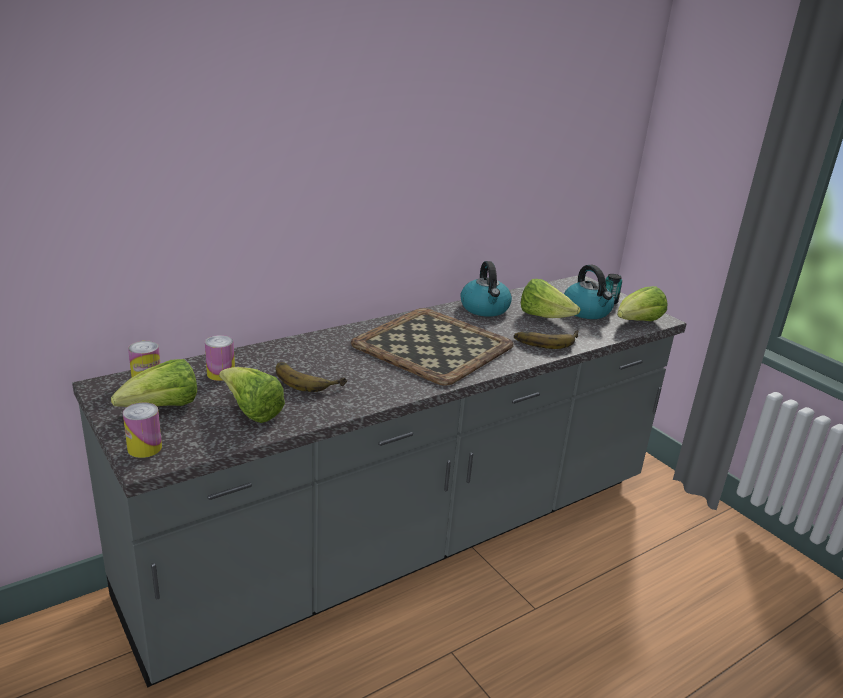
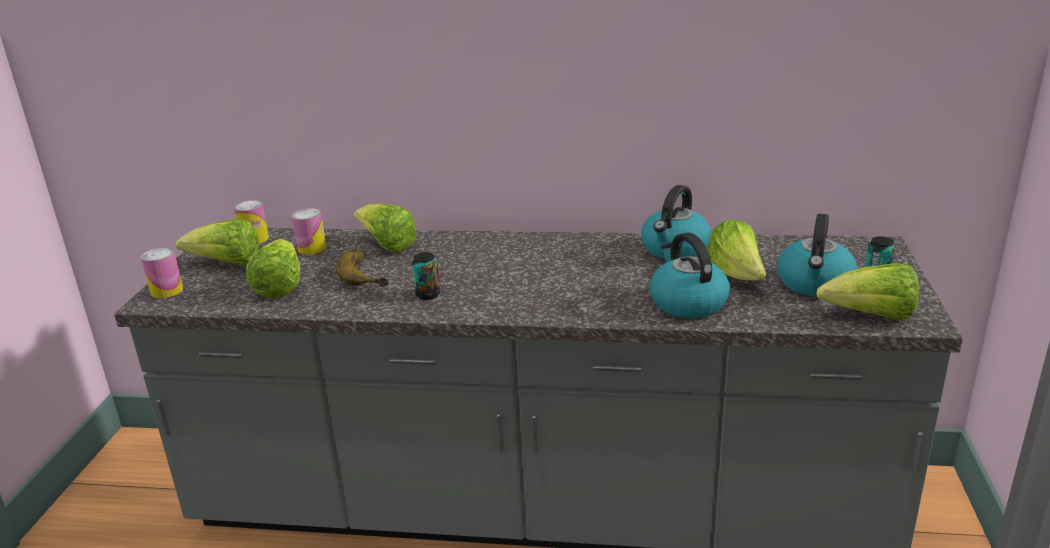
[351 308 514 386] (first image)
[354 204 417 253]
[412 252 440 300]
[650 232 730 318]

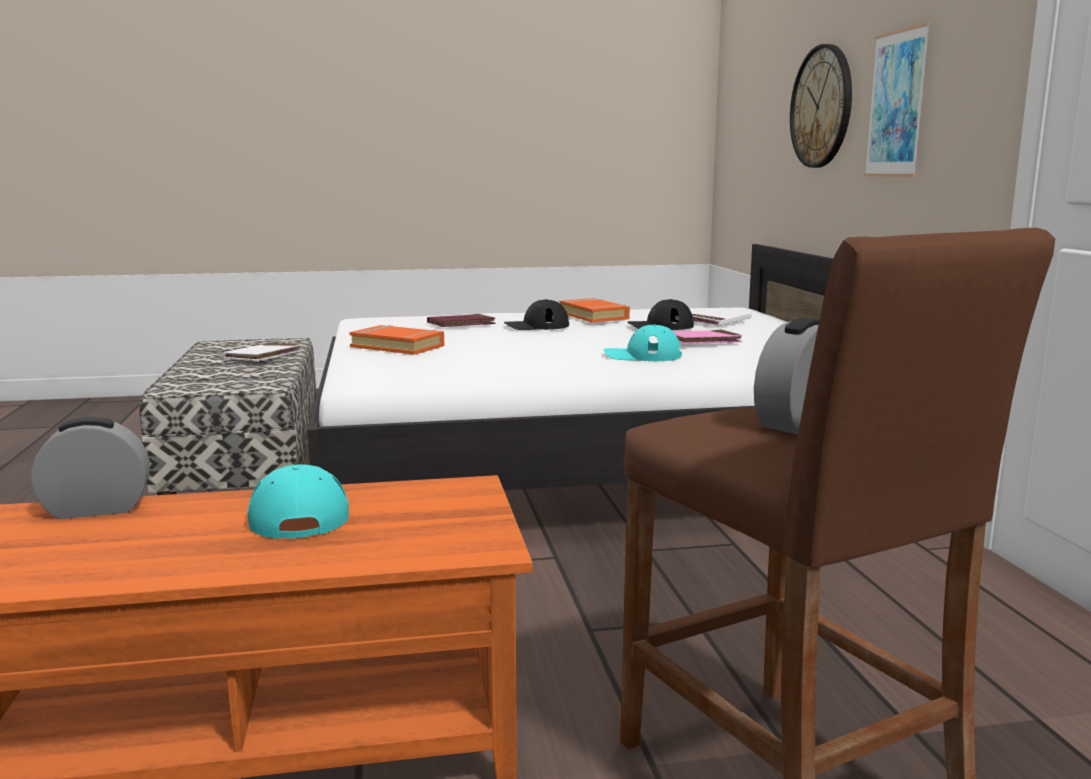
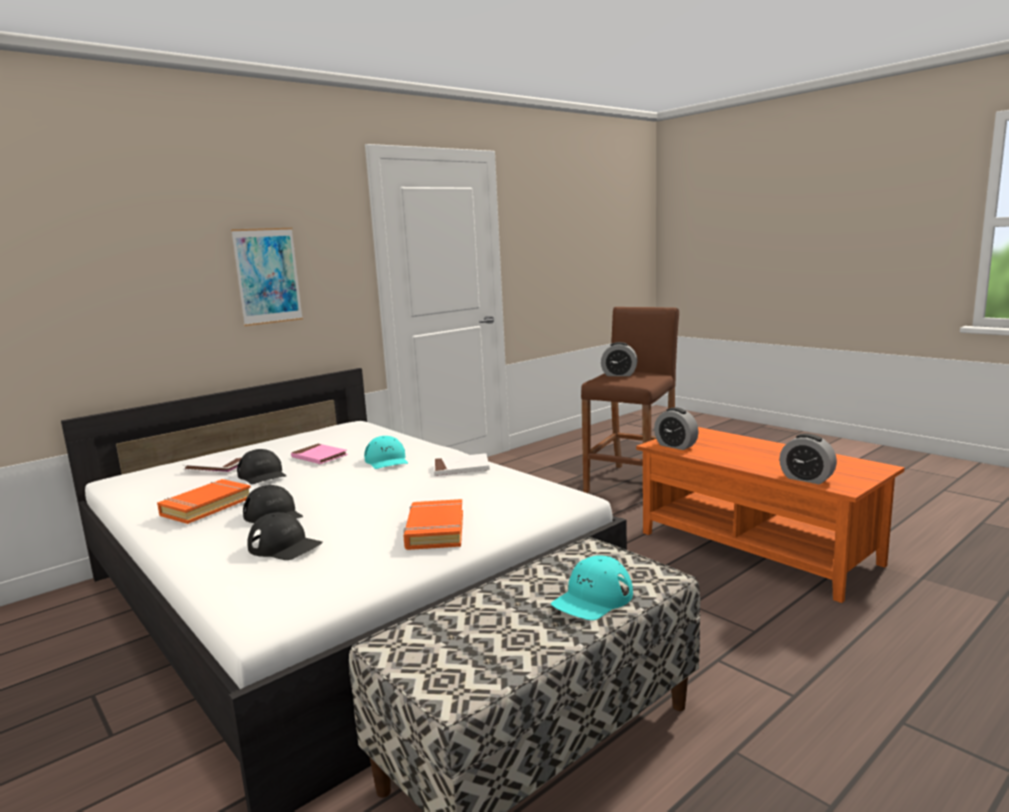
[790 44 852 168] (first image)
[654 407 699 450]
[434 453 490 476]
[551 556 633 620]
[247 512 323 560]

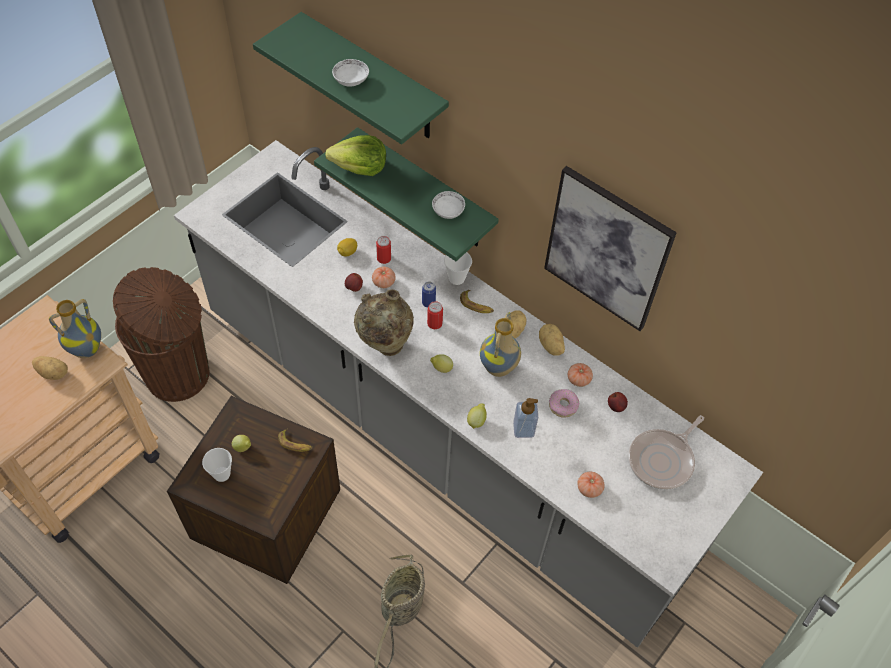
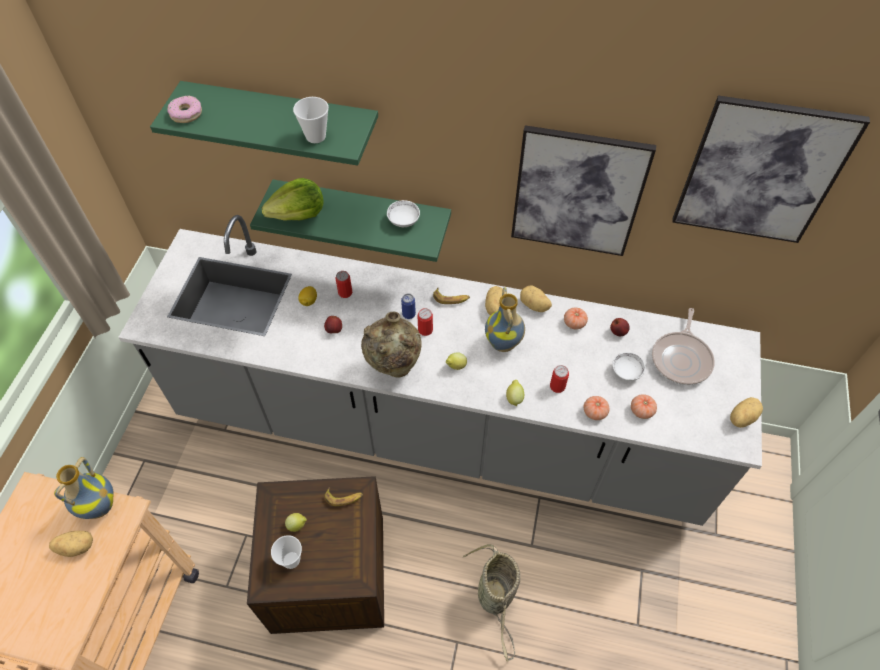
[113 267 209 402] (first image)
[672 95 870 243]
[730 397 763 428]
[612 352 646 381]
[584 396 610 420]
[293 97 329 143]
[167 96 202 123]
[550 365 569 393]

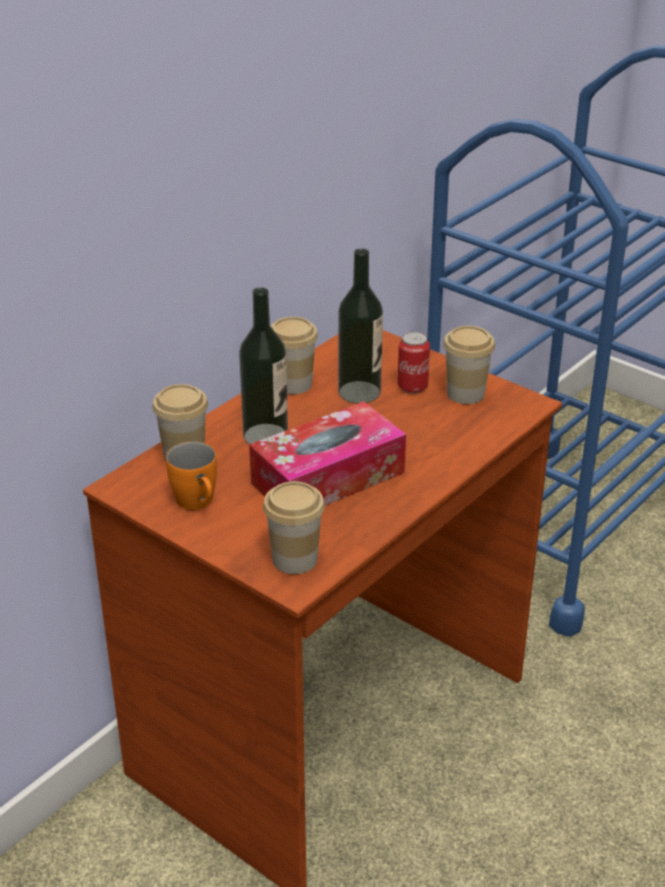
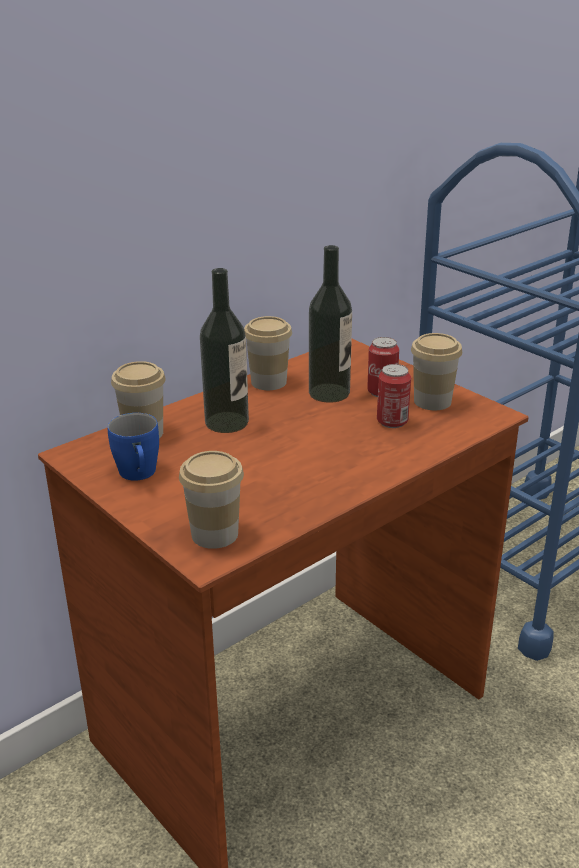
[249 401 406 506] (first image)
[377 364 411 428]
[108 413 159 481]

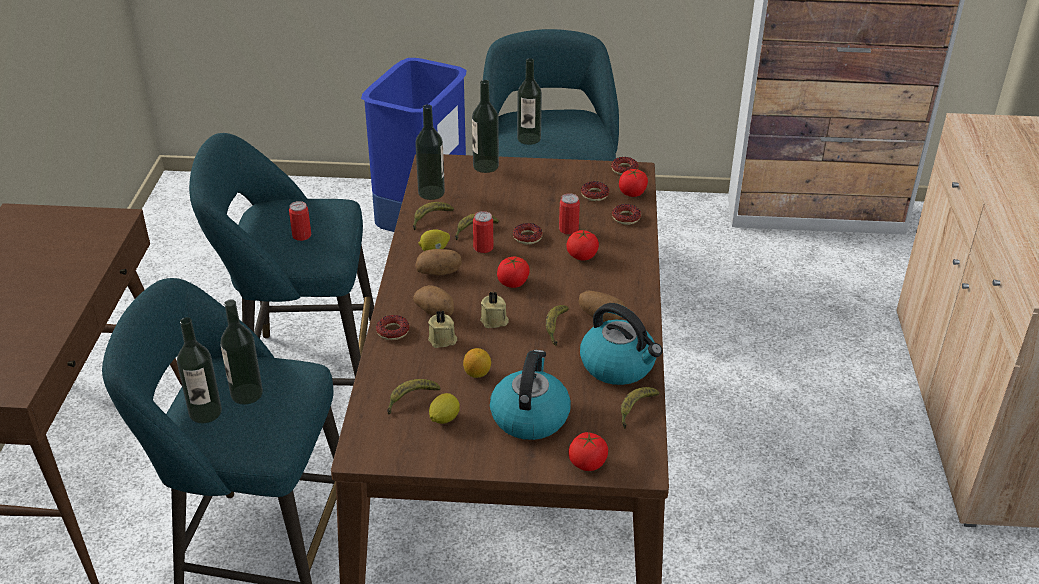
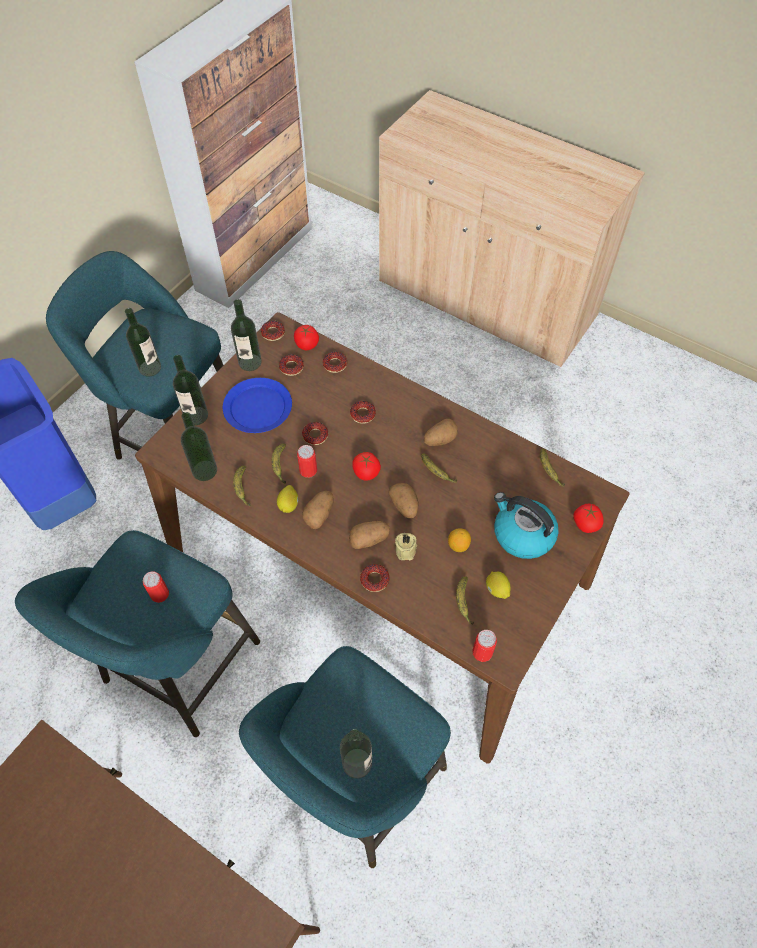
[580 303 663 385] (first image)
[223 378 292 433]
[231 299 262 371]
[472 630 497 662]
[388 483 419 518]
[350 401 376 424]

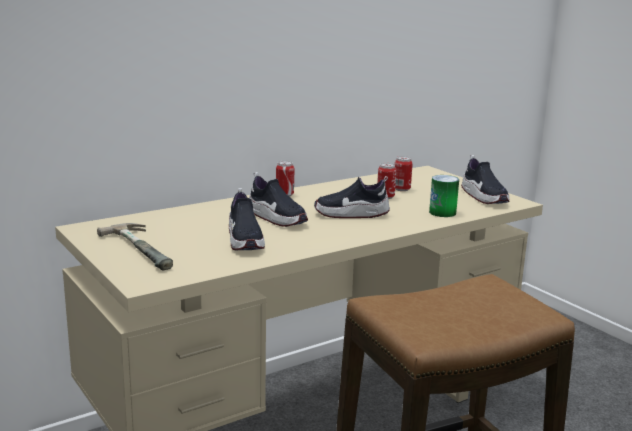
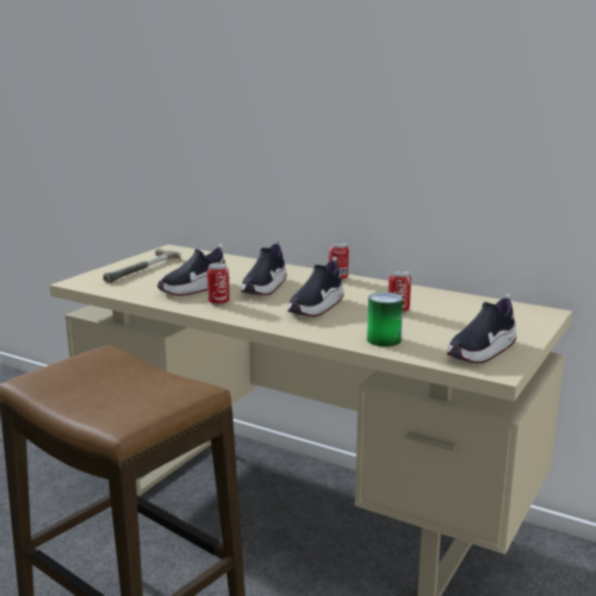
[207 262 230 305]
[288 257 344 317]

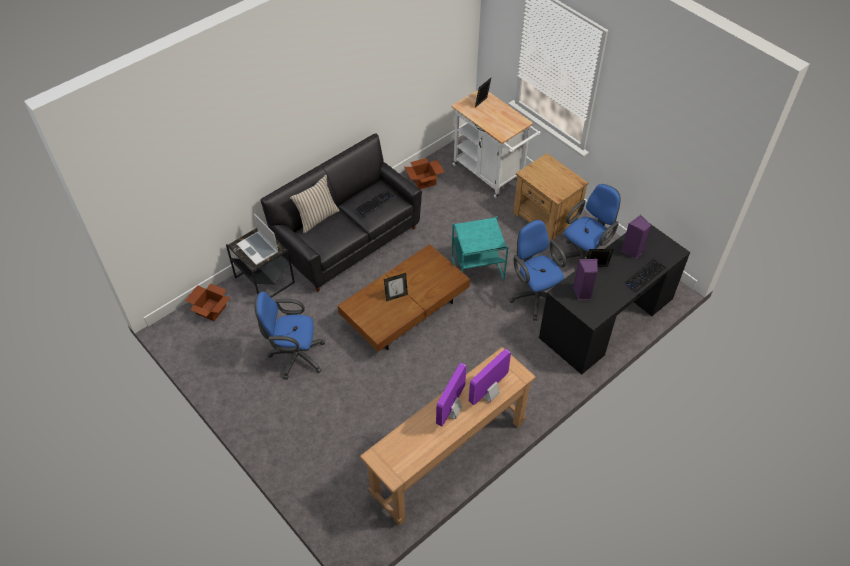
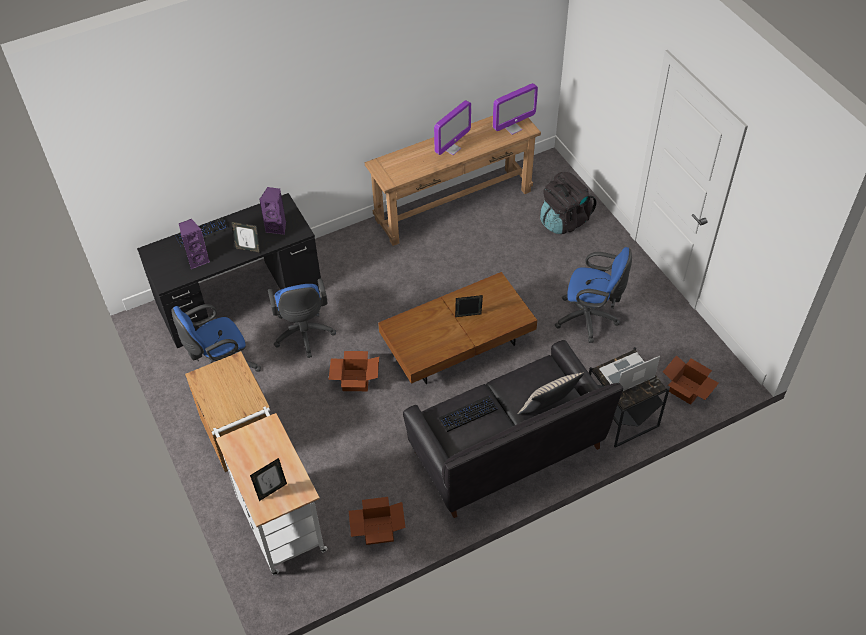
[540 172 597 234]
[493 83 538 135]
[329 351 379 391]
[599 352 660 391]

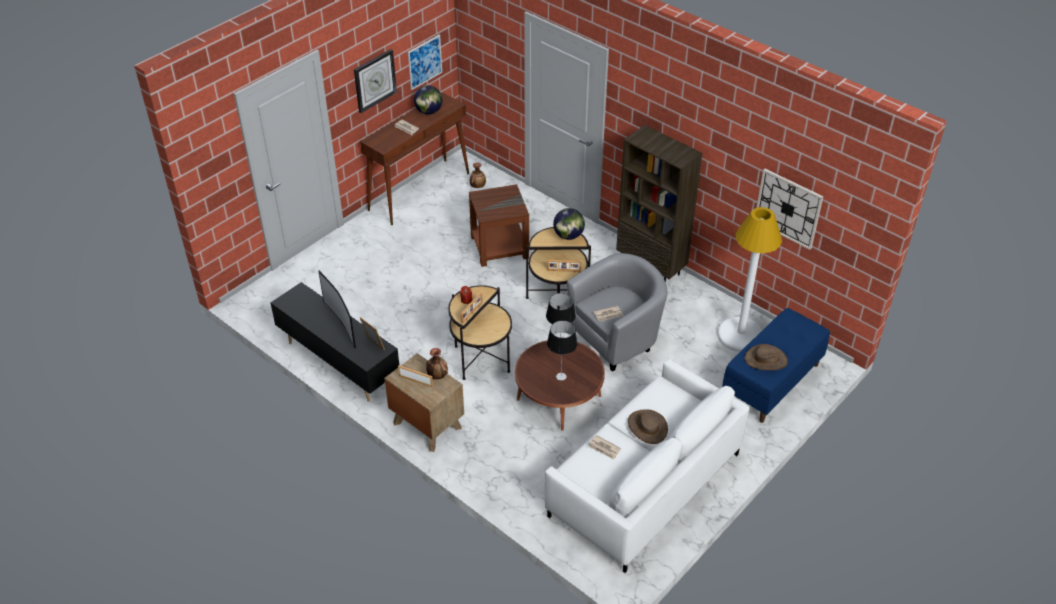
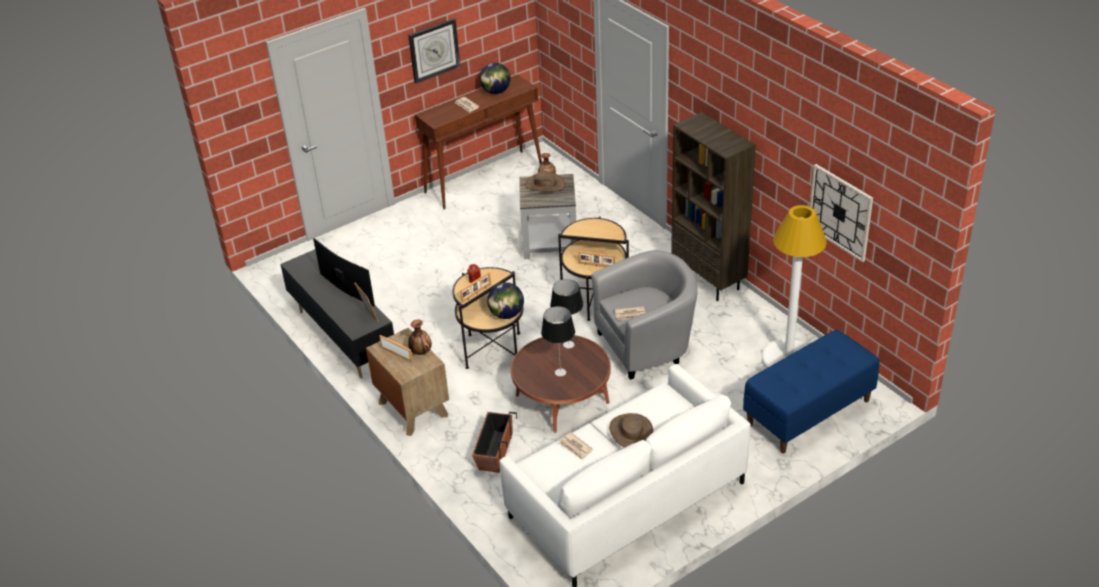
[408 34 442 90] (first image)
[472 412 517 473]
[487 282 524 319]
[525 171 566 192]
[519 174 576 259]
[313 238 375 306]

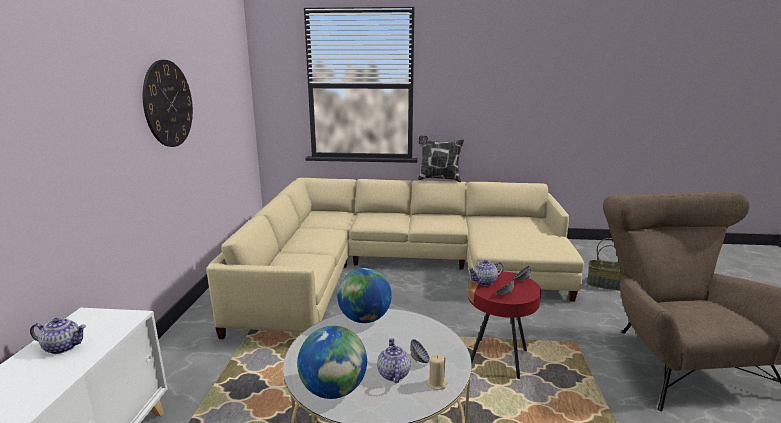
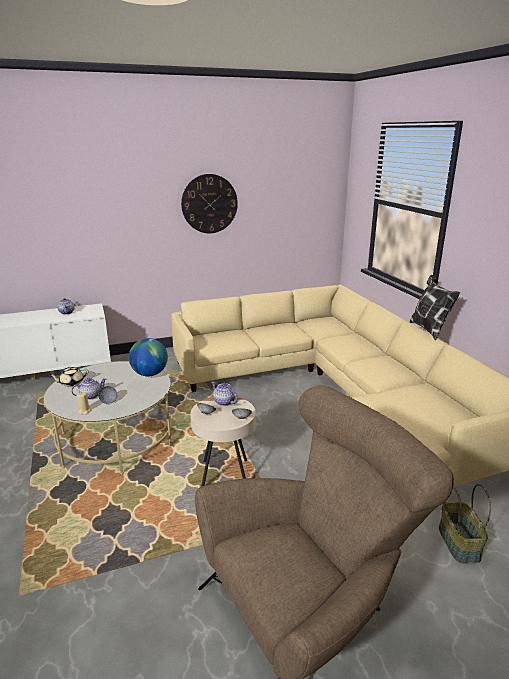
[50 367 89 387]
[190 397 256 487]

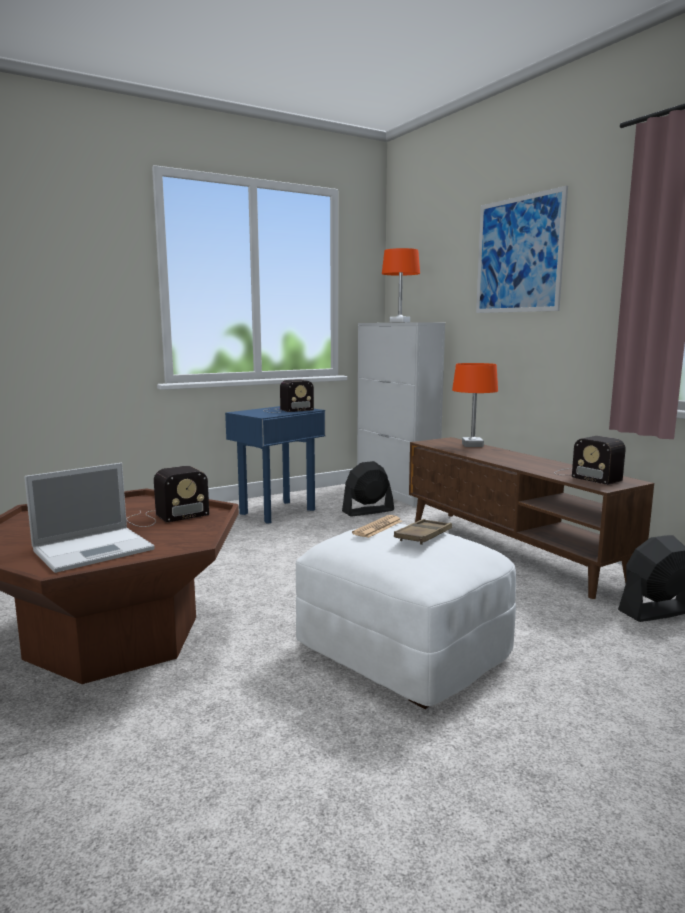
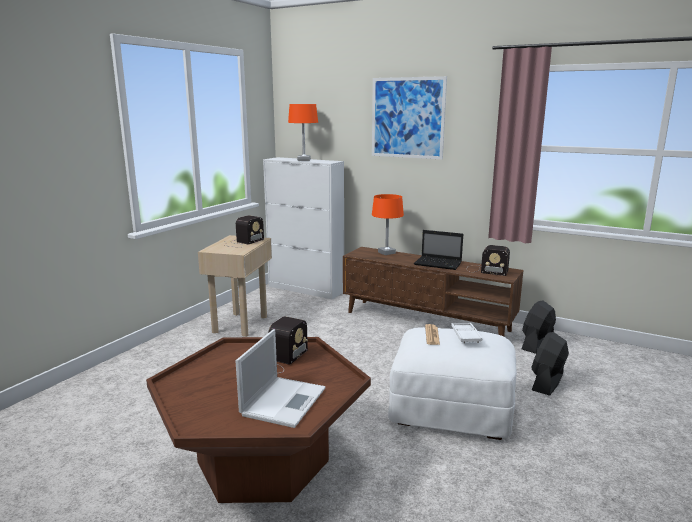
[414 230 463 270]
[531 332 569 396]
[198 235 272 337]
[451 323 482 343]

